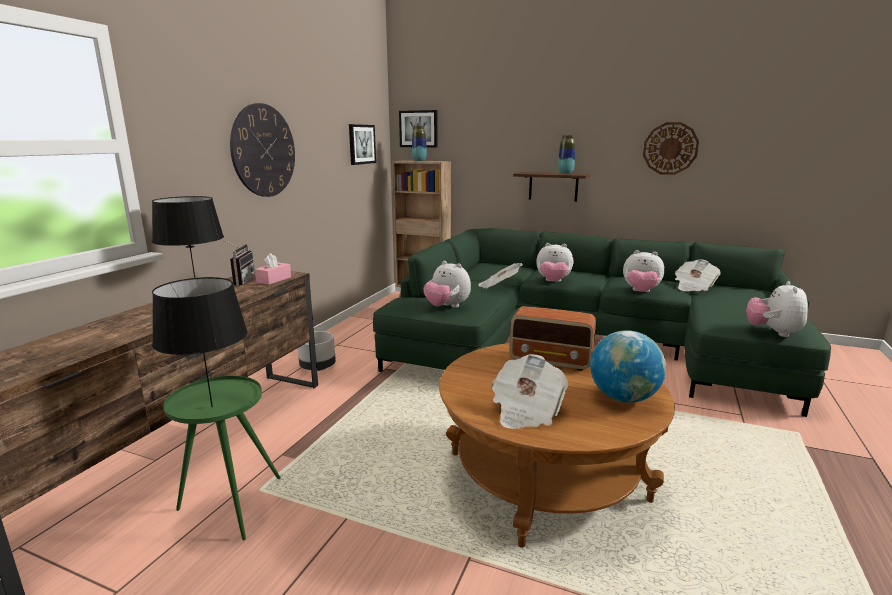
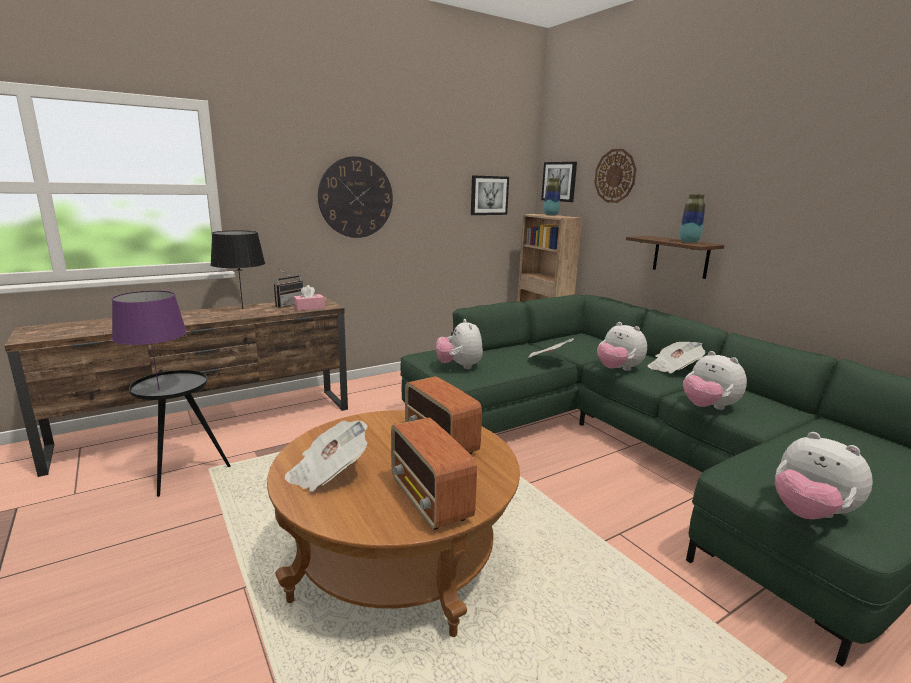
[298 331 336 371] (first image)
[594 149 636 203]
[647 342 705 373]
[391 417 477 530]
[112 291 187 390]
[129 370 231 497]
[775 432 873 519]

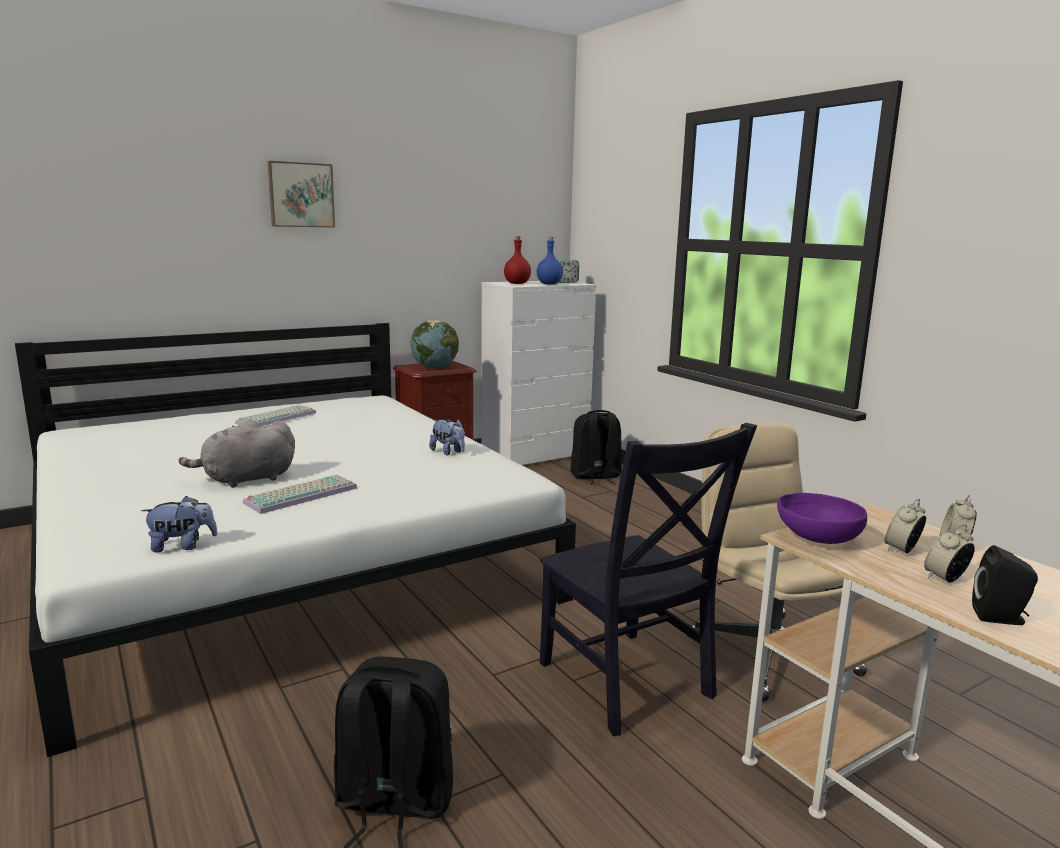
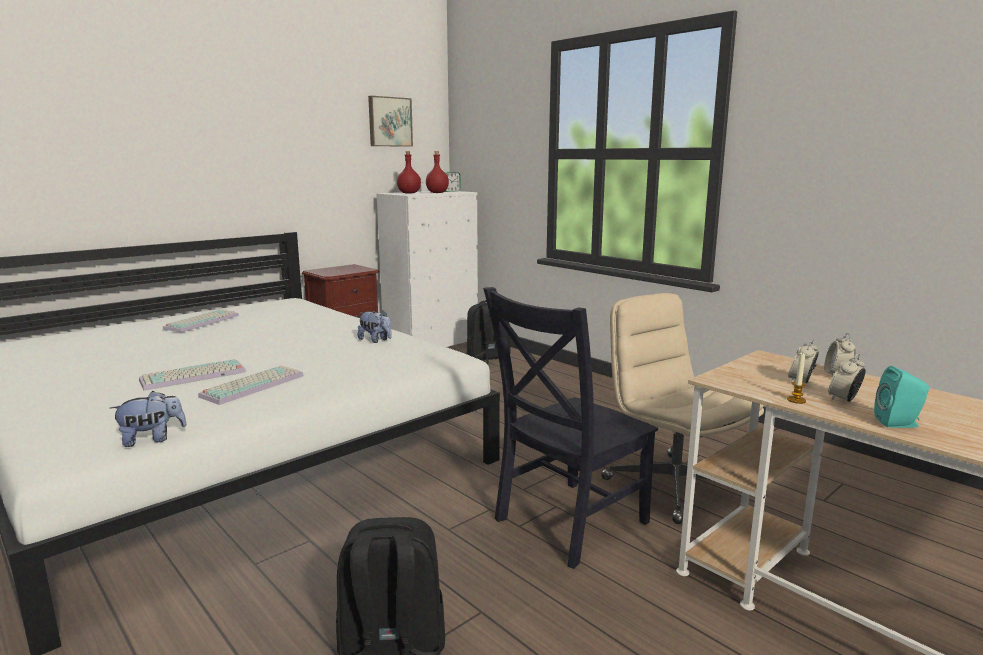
[410 320 459 369] (first image)
[777 493 867 544] (first image)
[787 353 806 404]
[368 96 413 147]
[139 359 246 390]
[426 151 449 193]
[874 366 929 428]
[483 287 658 569]

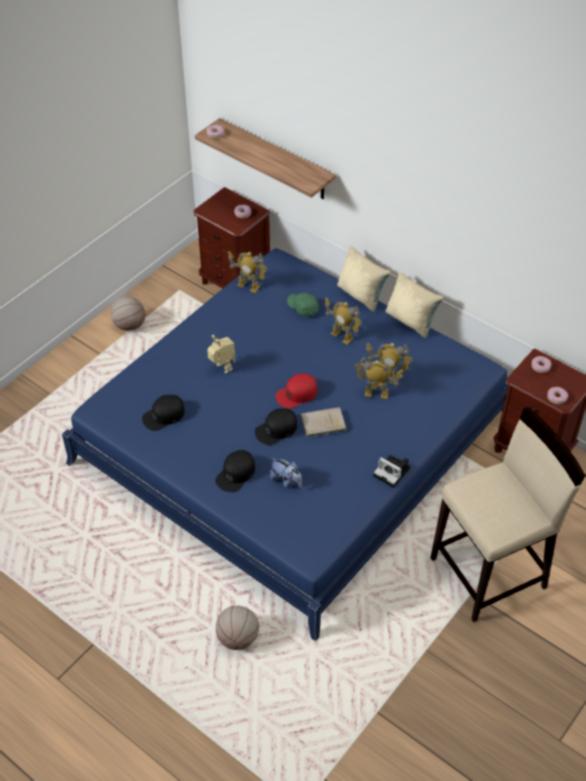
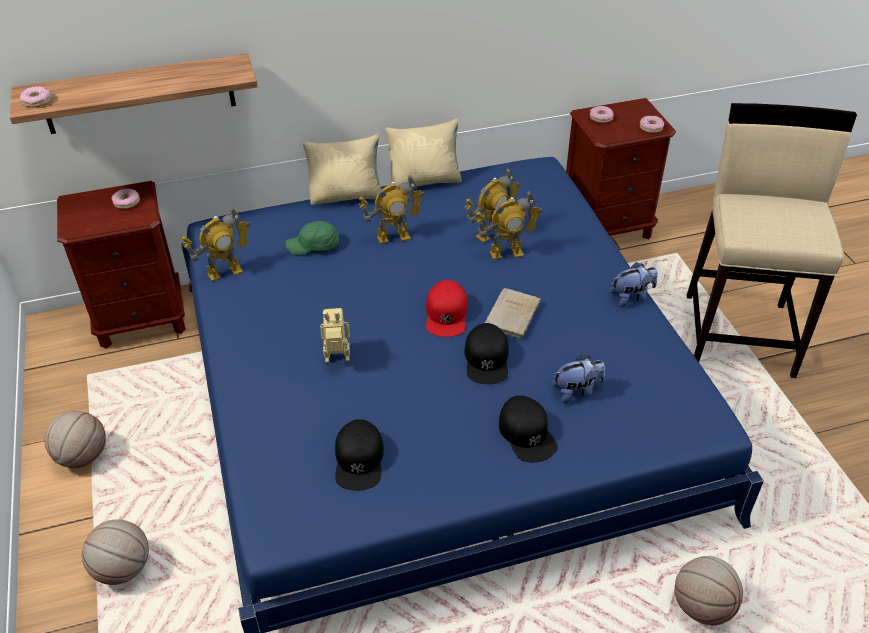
[82 519 149 585]
[610 262 658 307]
[475 191 542 260]

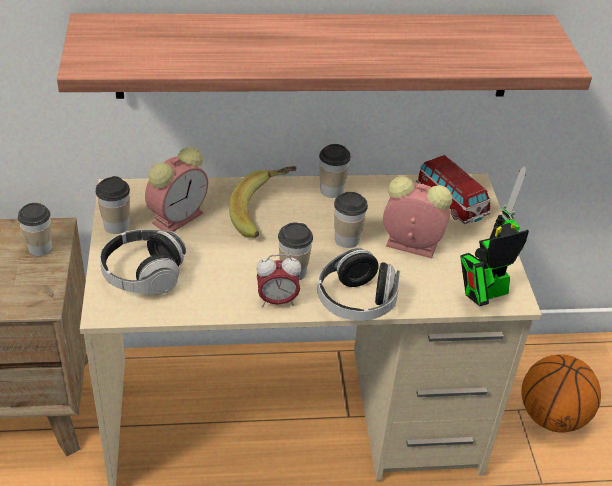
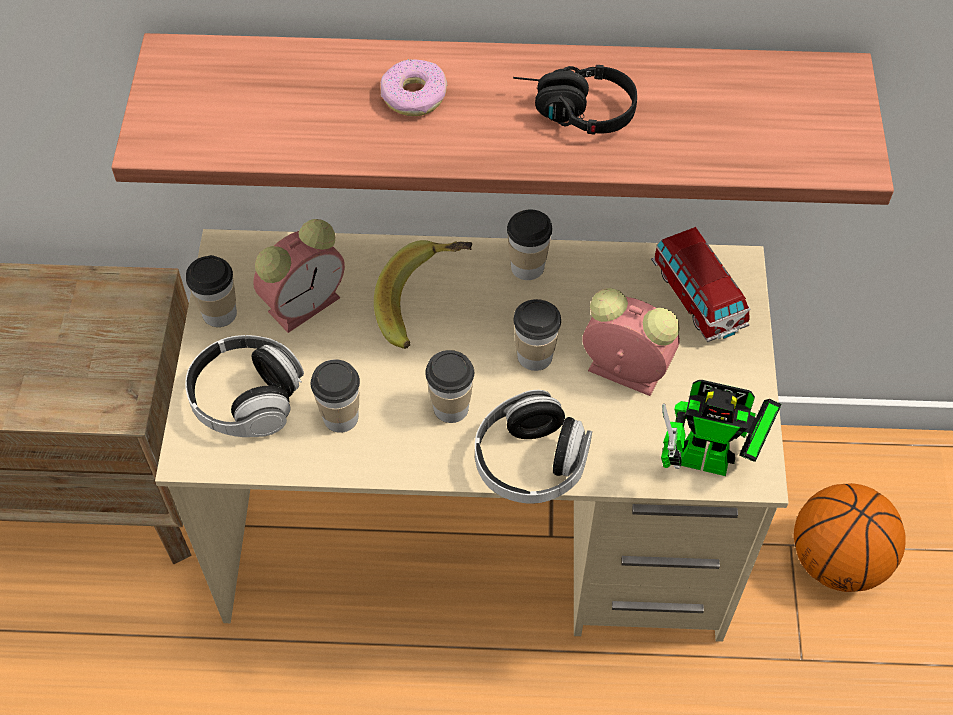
[256 254 301 307] (first image)
[381 59 448 116]
[513 65 637 135]
[311 359 360 433]
[661 380 782 476]

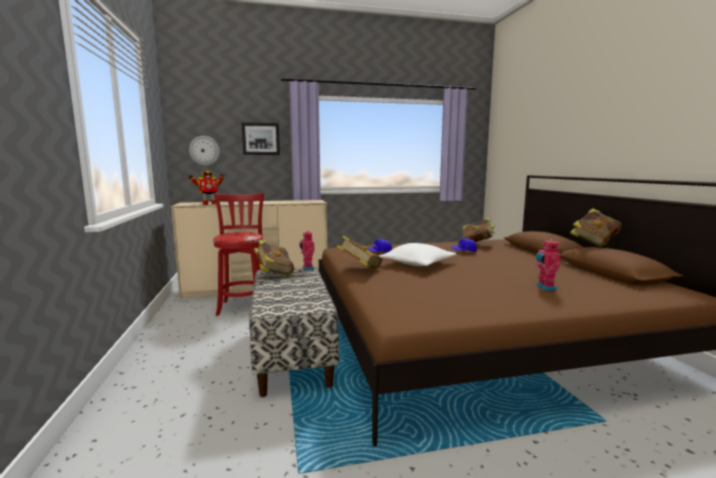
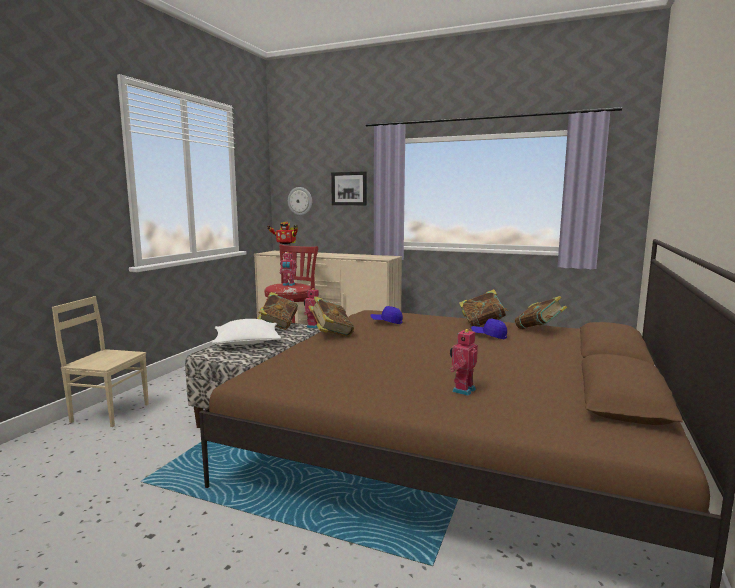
[52 296 149 427]
[280 252 297 286]
[212 319 281 345]
[459 289 508 327]

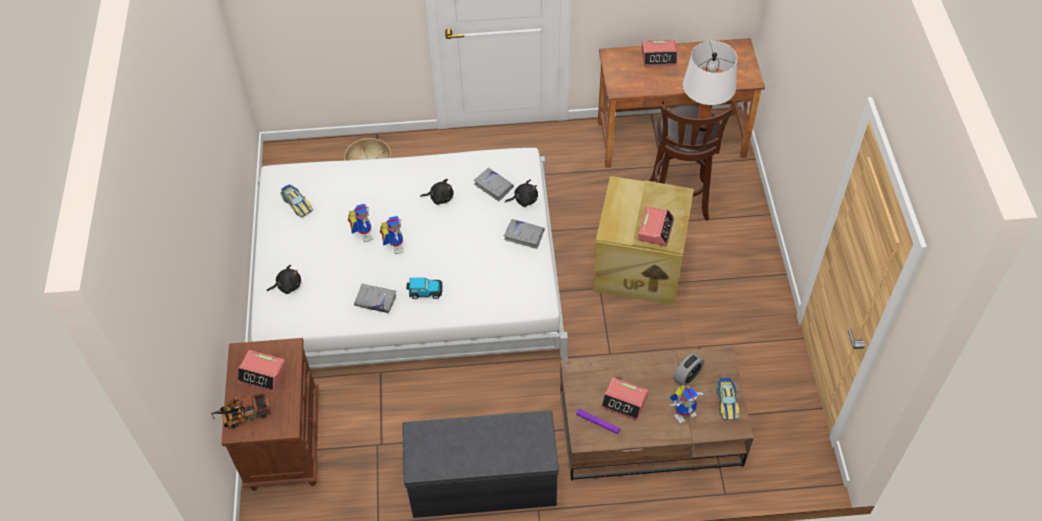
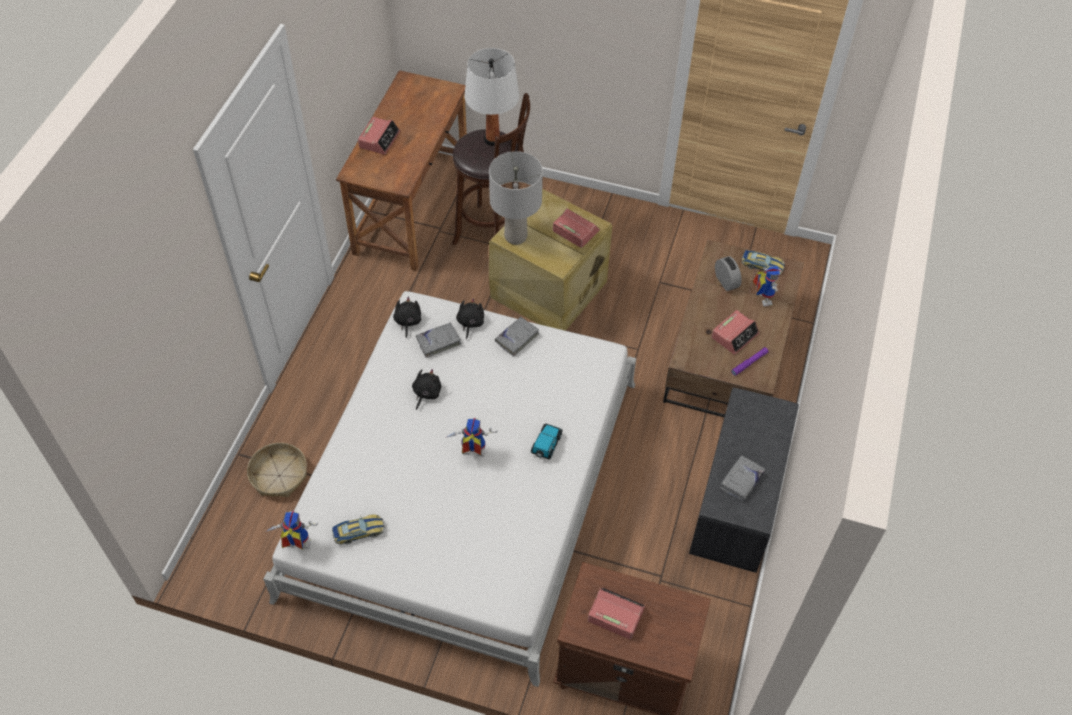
[212 392 270 428] (first image)
[489 151 543 245]
[393 297 421 338]
[265 511 318 550]
[720 456 765 501]
[588 587 645 640]

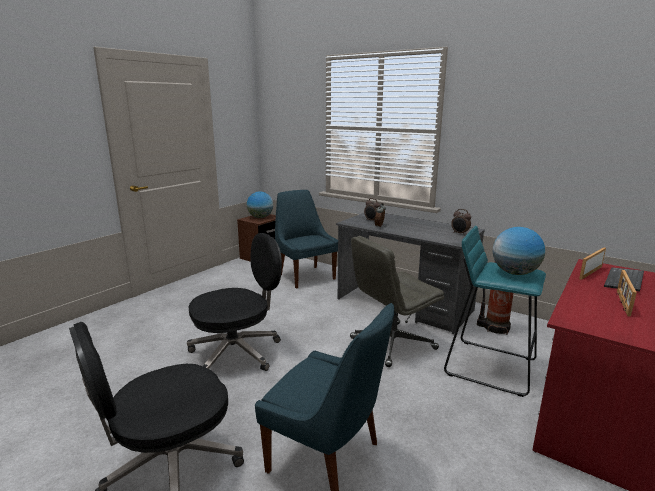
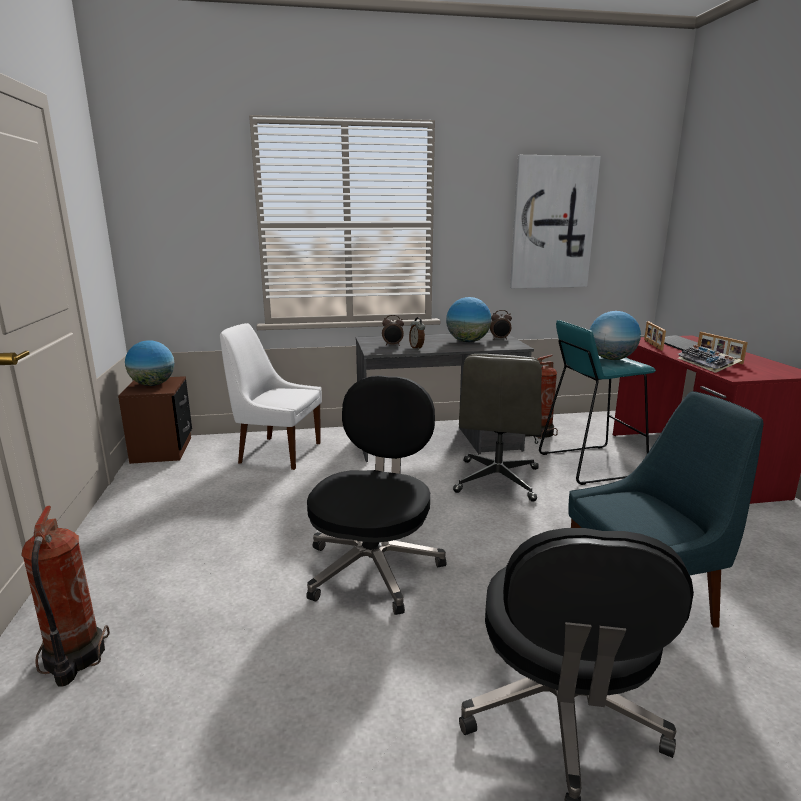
[21 505 110 687]
[446 297 491 342]
[510 155 601 288]
[678 345 743 373]
[220 323 322 470]

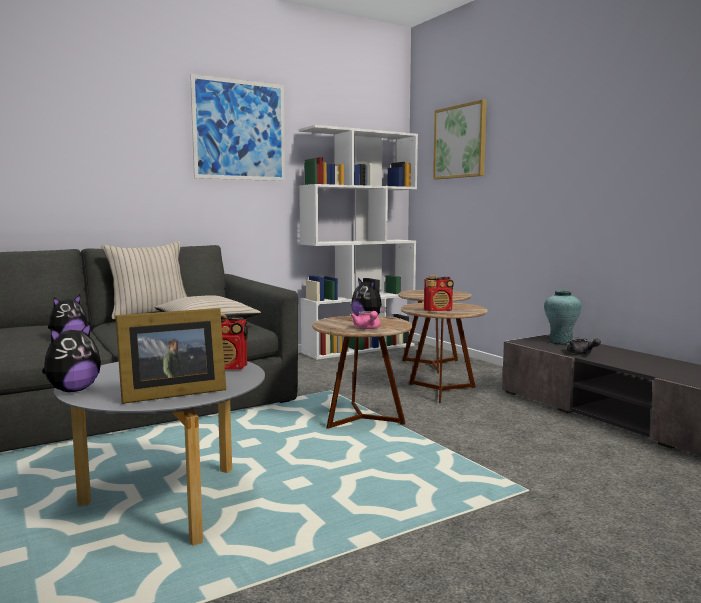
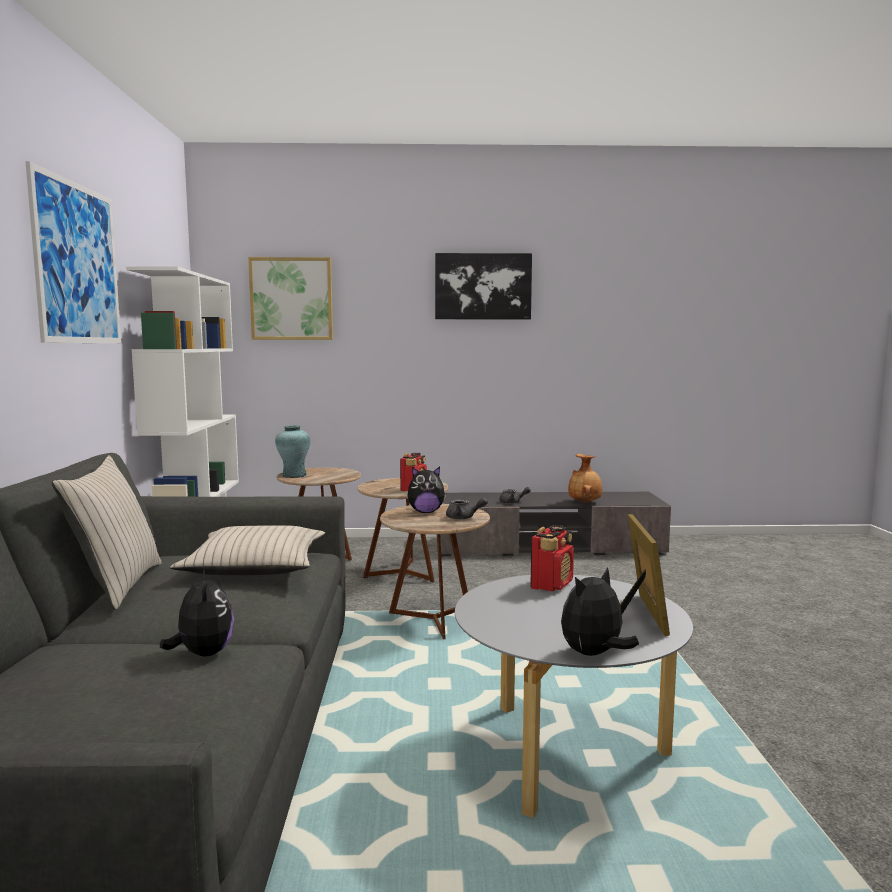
[435 253 532 319]
[568 454 602 503]
[275 425 310 478]
[446 497 488 520]
[561 567 639 656]

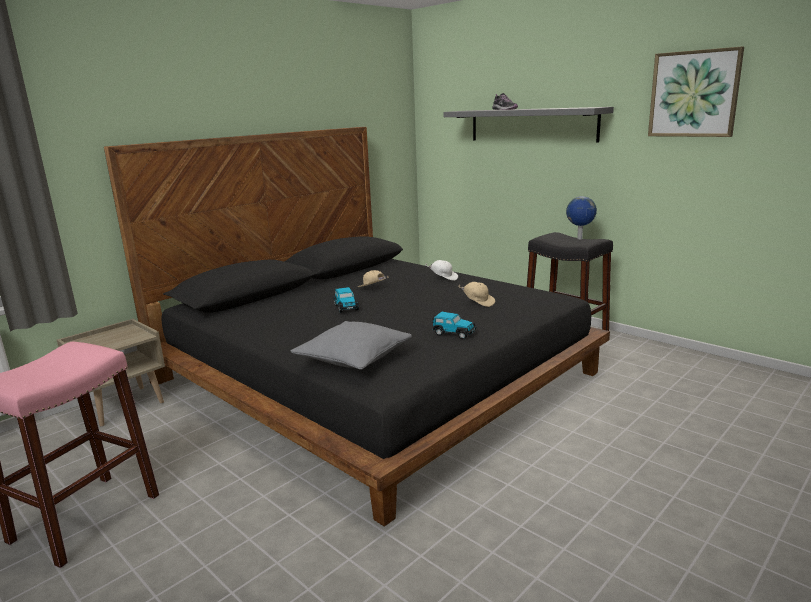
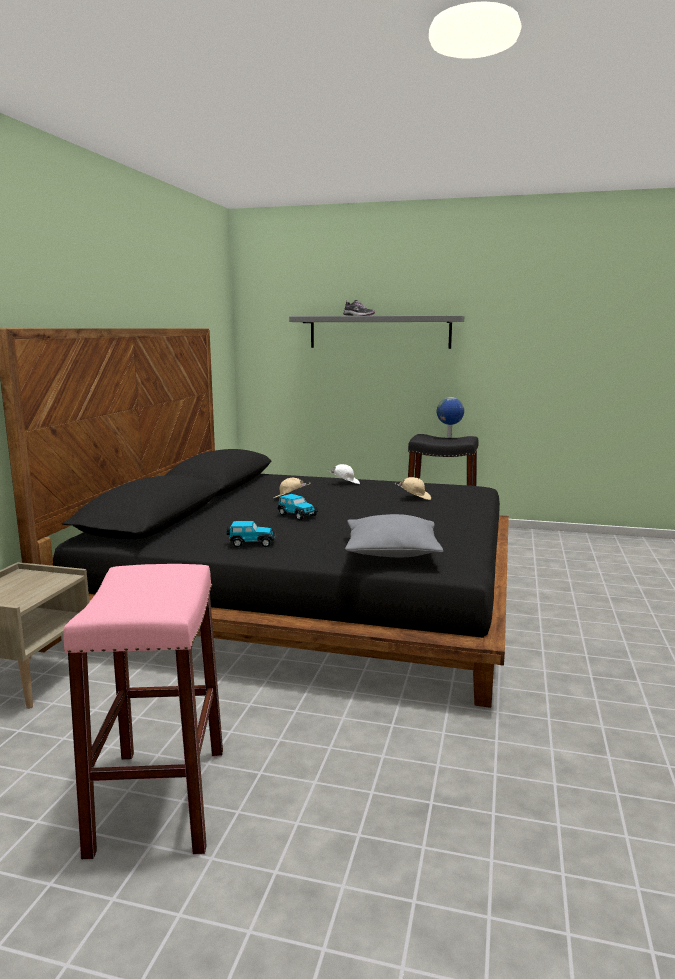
[648 46 744 137] (first image)
[227 521 276 547]

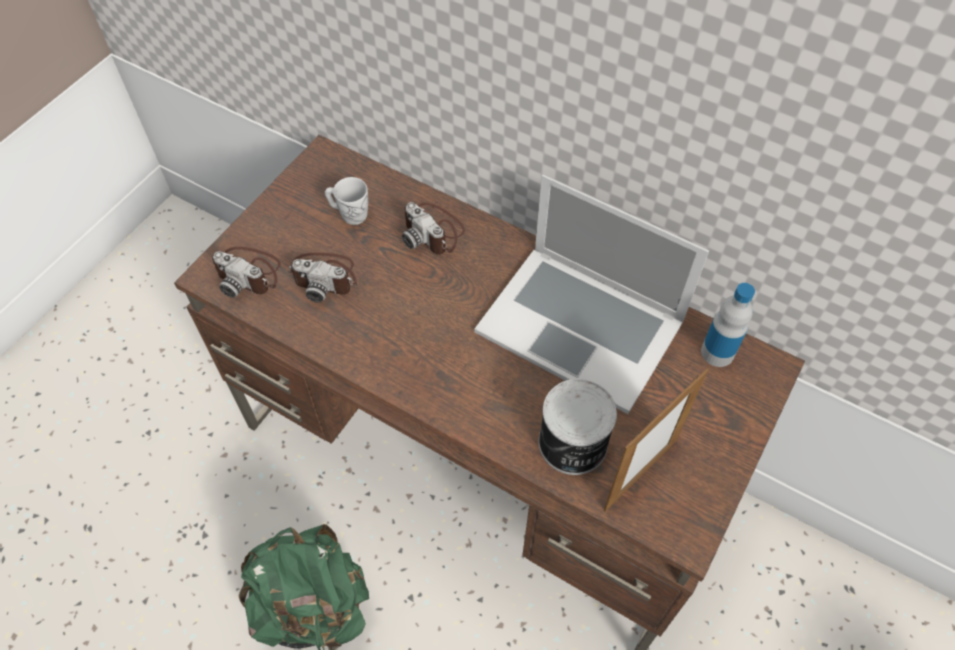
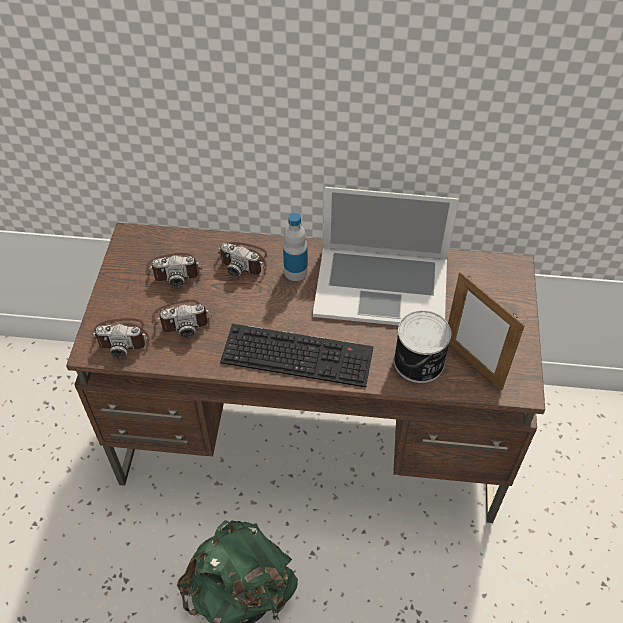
[220 324 374 388]
[283 212 308 281]
[146 253 202 287]
[448 272 525 391]

